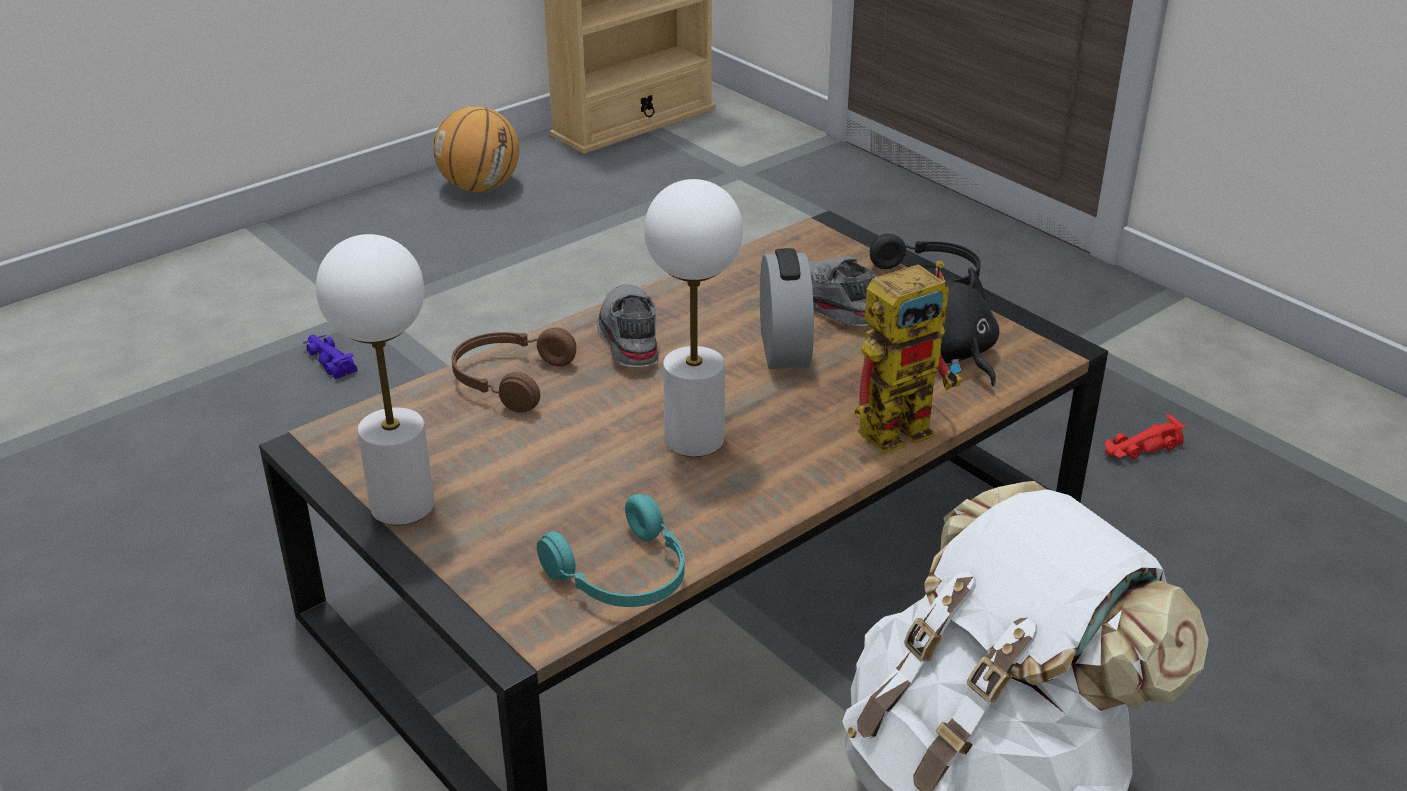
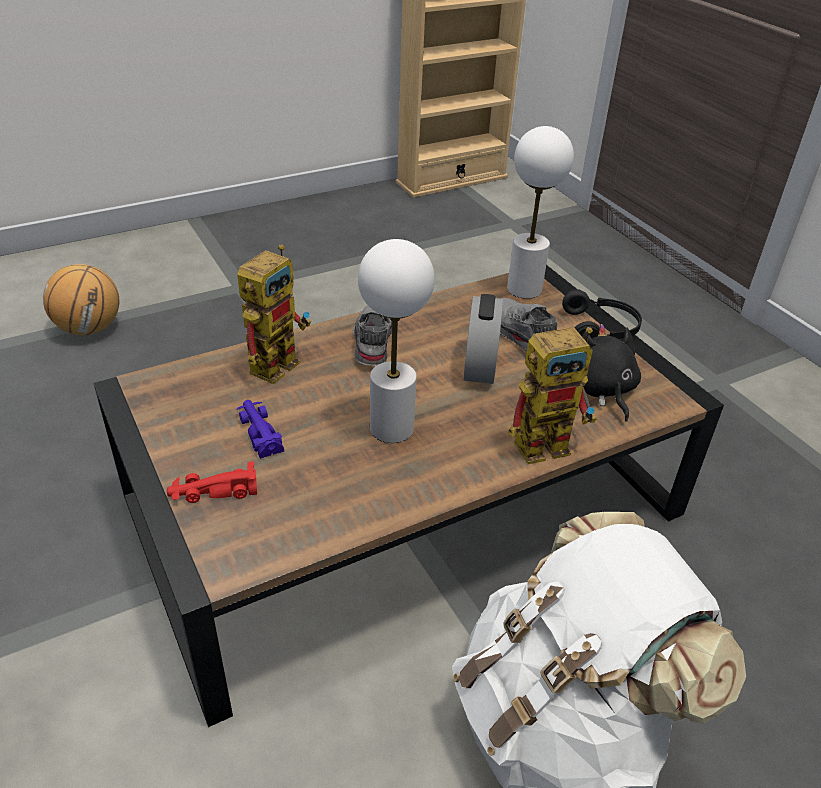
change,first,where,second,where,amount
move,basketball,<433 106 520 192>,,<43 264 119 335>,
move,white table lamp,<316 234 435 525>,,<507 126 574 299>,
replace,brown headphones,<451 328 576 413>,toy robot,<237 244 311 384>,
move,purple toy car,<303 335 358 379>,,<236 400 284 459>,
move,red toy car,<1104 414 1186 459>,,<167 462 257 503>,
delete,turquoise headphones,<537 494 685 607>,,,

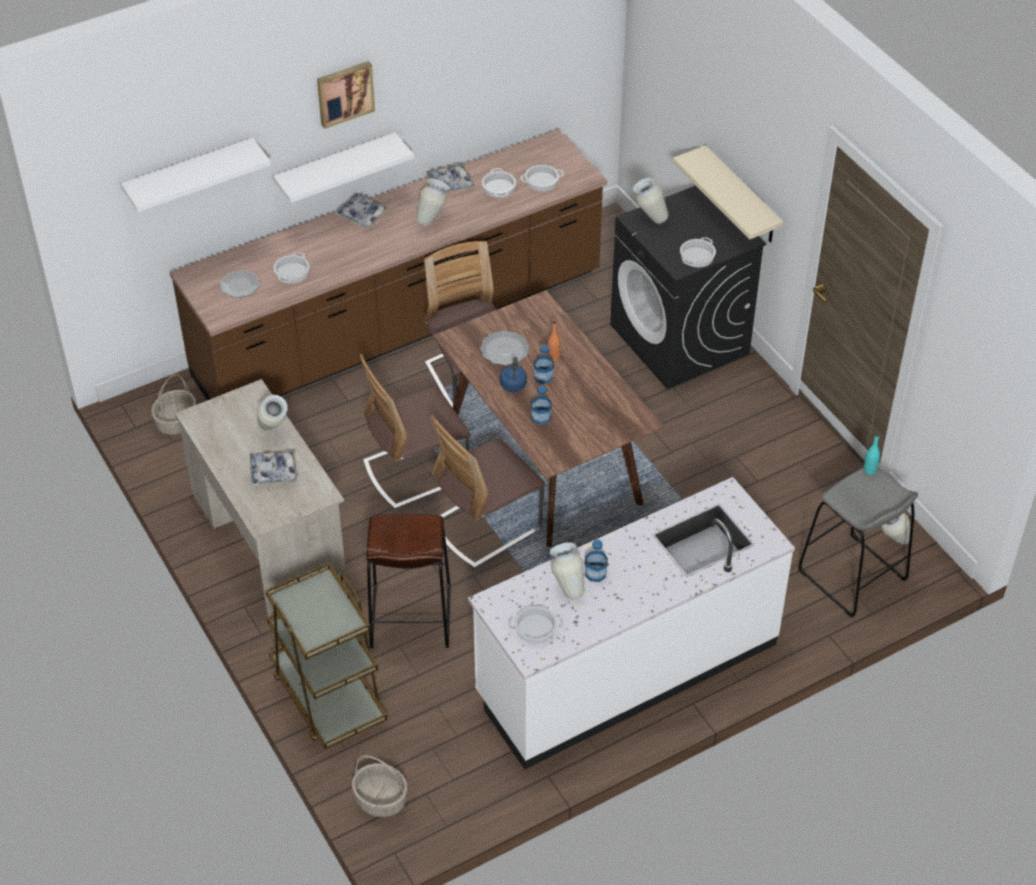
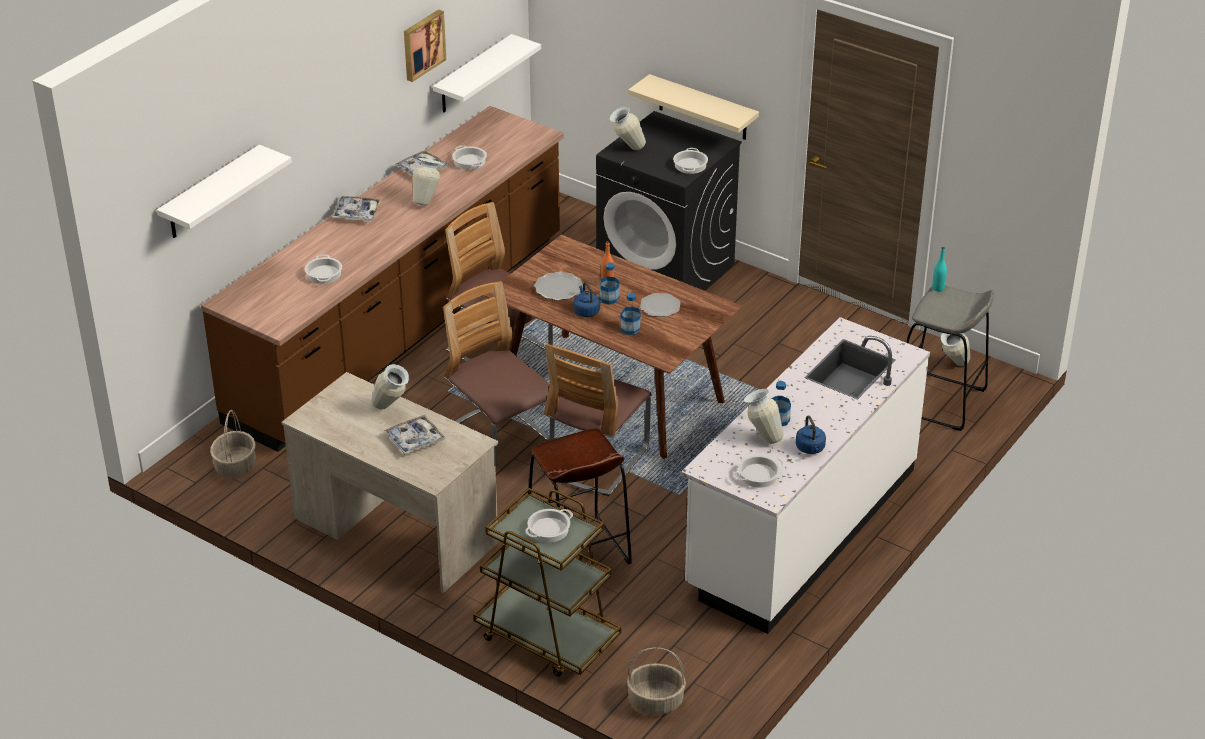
change,first,where,second,where,amount
move,picture,<317 61 375 129>,,<404 9 446 82>,
move,white shelf,<273 132 414 203>,,<433 34 541 112>,
move,cooking pot,<521 165 564 191>,,<525 509 573 543>,
move,plate,<219 270 260 298>,,<640 293 680 317>,
rotate,chair,<360 354 471 510>,,<443 281 555 467>,105 degrees clockwise
insert,,,blue kettle,<796 415 826 454>,

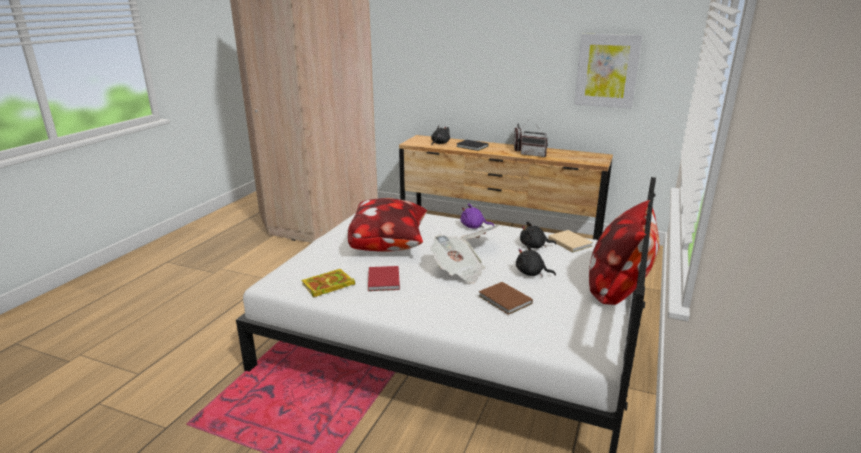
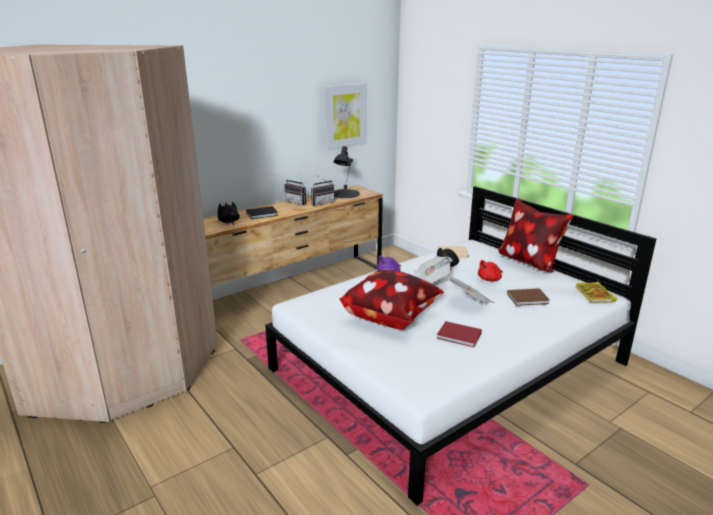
change,first,where,second,where,amount
recolor,black plush toy,<516 245 556 277>,red plush toy,<478 260 503 281>,
move,book,<301 269 355 297>,,<575 281 617 302>,
insert,,,black table lamp,<333 146 360 198>,

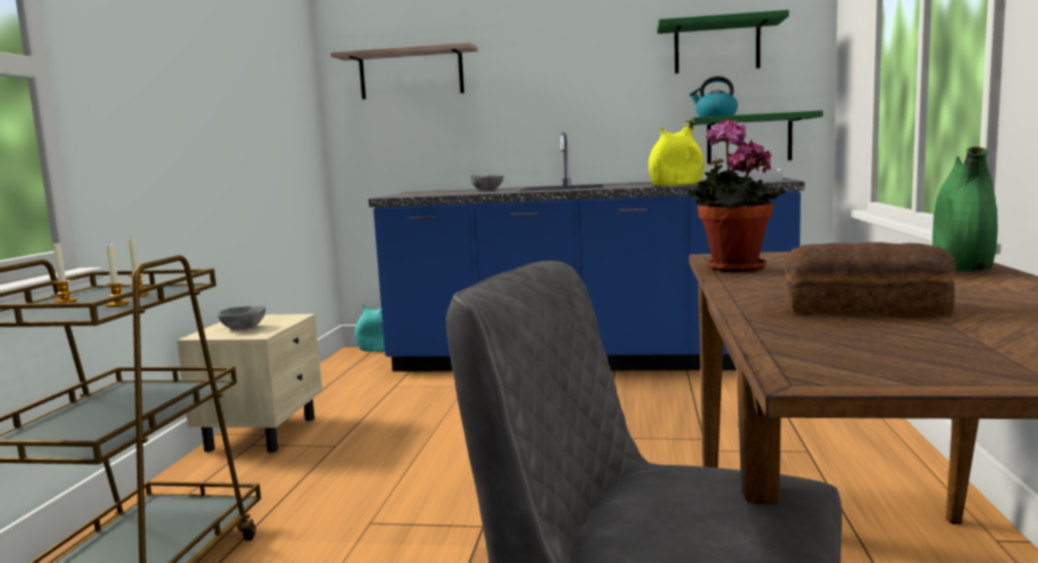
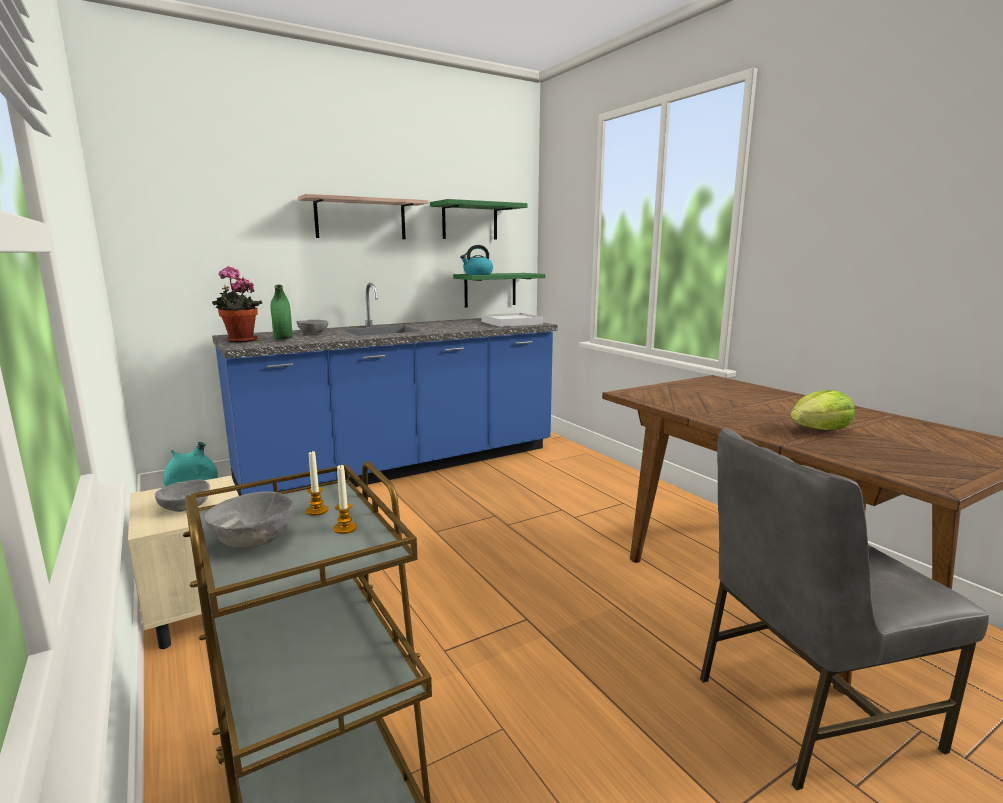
change,first,where,second,where,amount
move,shelf,<330 42 478 99>,,<298 194 428 239>,
move,potted plant,<689 119 786 272>,,<212 266 262 343>,
delete,yellow vase,<648 120 704 186>,,,
move,green vase,<932 147 998 272>,,<270 285 292 340>,
replace,candle,<53 241 77 303>,grey bowl,<204 491 294 548>,
replace,bread,<783 242 956 315>,lettuce,<791 390 855 430>,

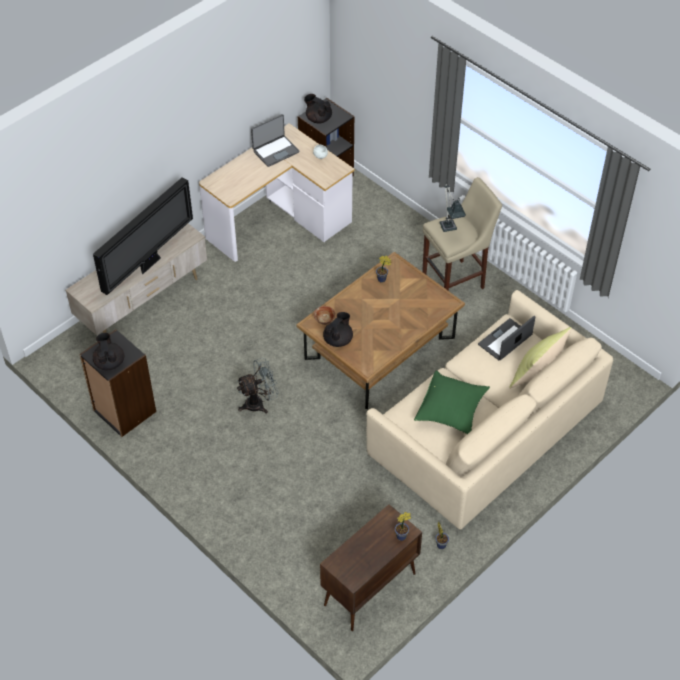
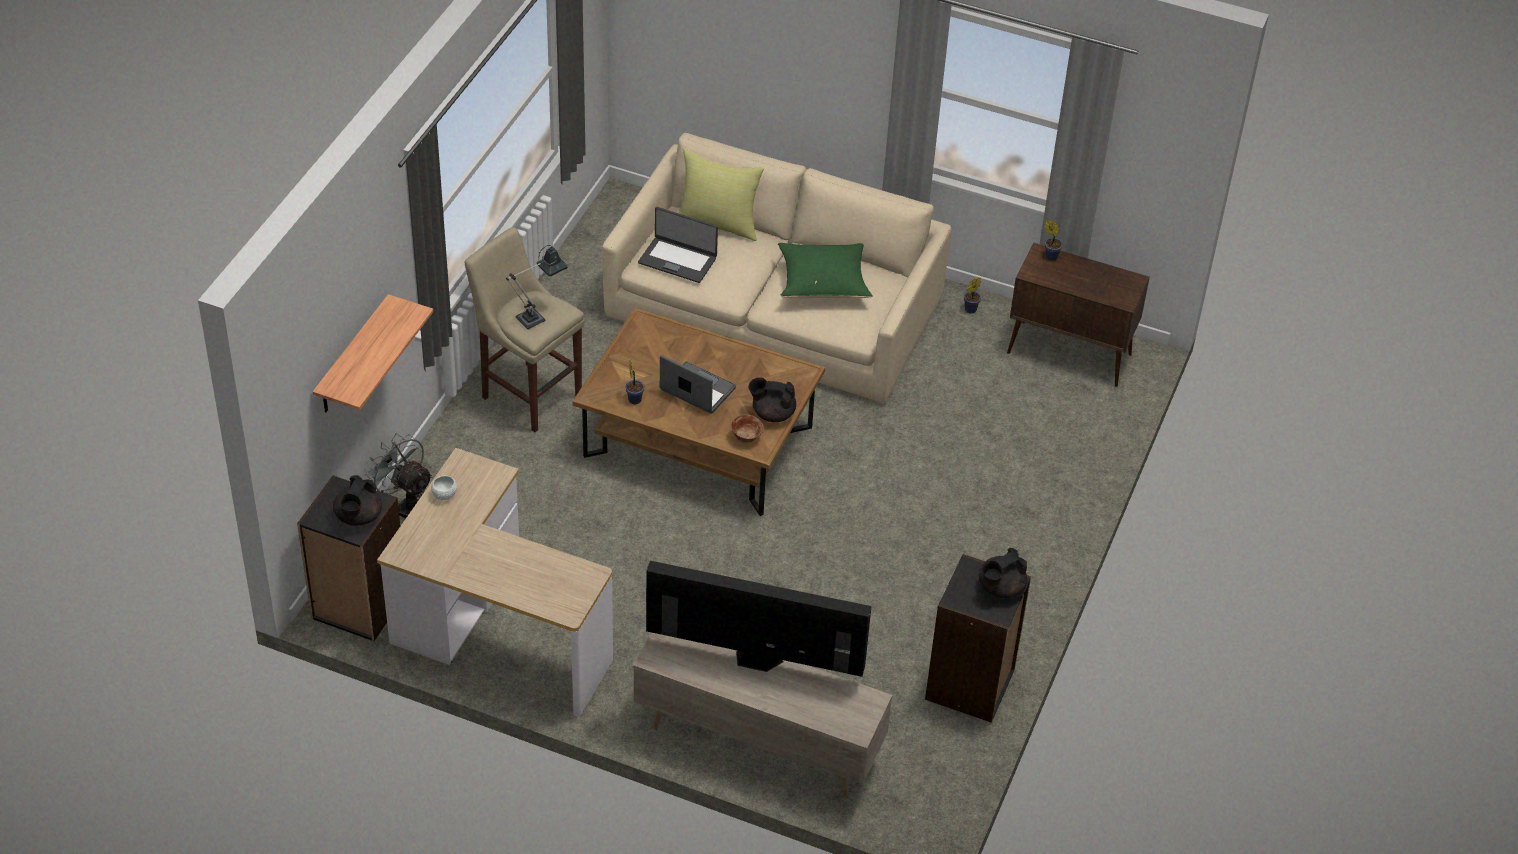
change,first,where,second,where,amount
move,laptop,<251 114 300 167>,,<660 355 736 414>,
move,grey fan,<237 358 279 414>,,<365 433 433 519>,
insert,,,shelf,<313 294 433 412>,

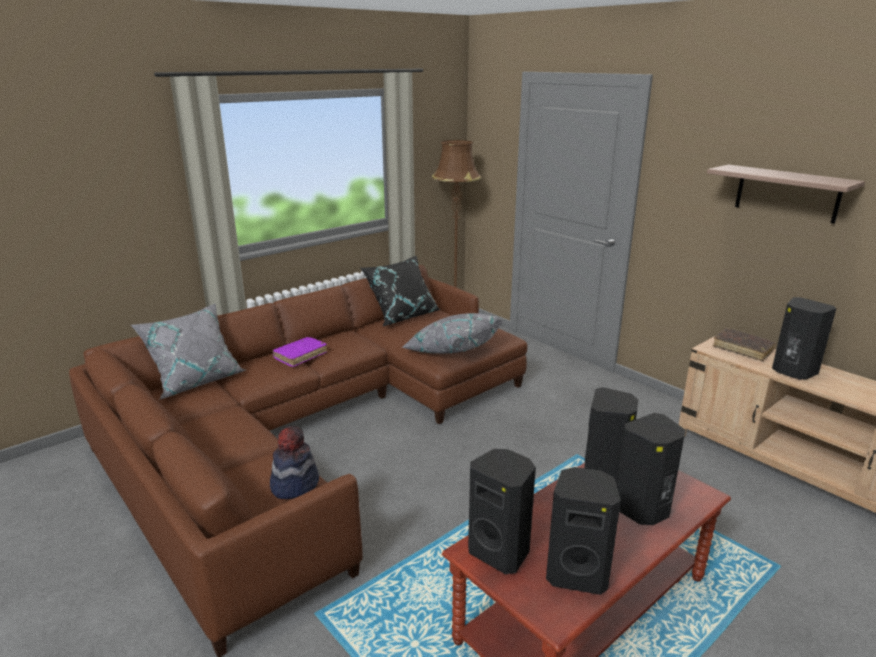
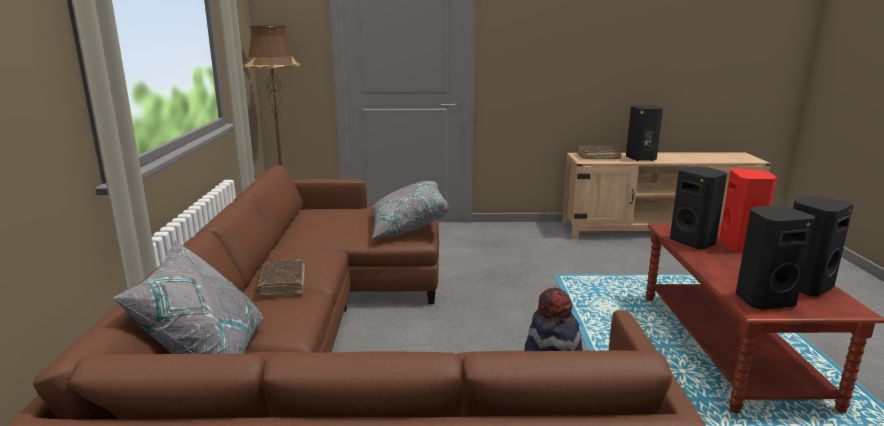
change,first,where,second,where,amount
delete,shelf,<707 165 865 224>,,,
delete,black pillow,<360 256 441 327>,,,
recolor,purple book,<272 337 327 367>,brown book,<257 259 305 296>,
recolor,black speaker,<616 413 685 525>,red speaker,<720 168 777 252>,

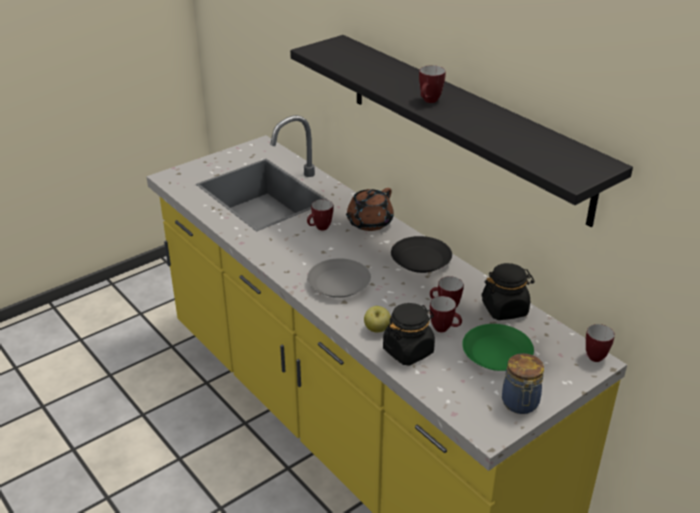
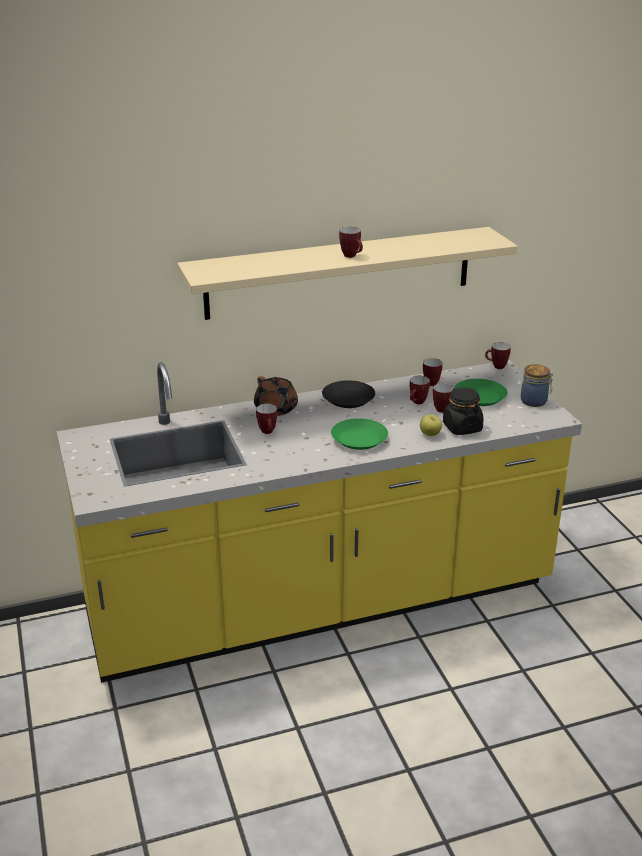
change,first,where,second,where,amount
recolor,black shelf,<290 35 633 227>,beige shelf,<177 227 518 320>,
recolor,grey plate,<307 258 371 298>,green plate,<331 418 388 450>,
replace,black jar,<481 263 535 320>,mug,<423 358 443 386>,

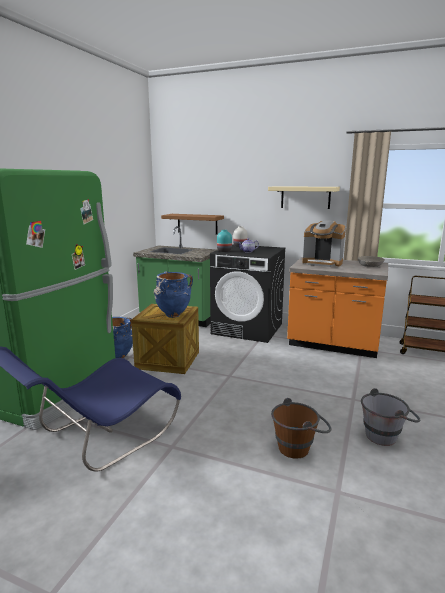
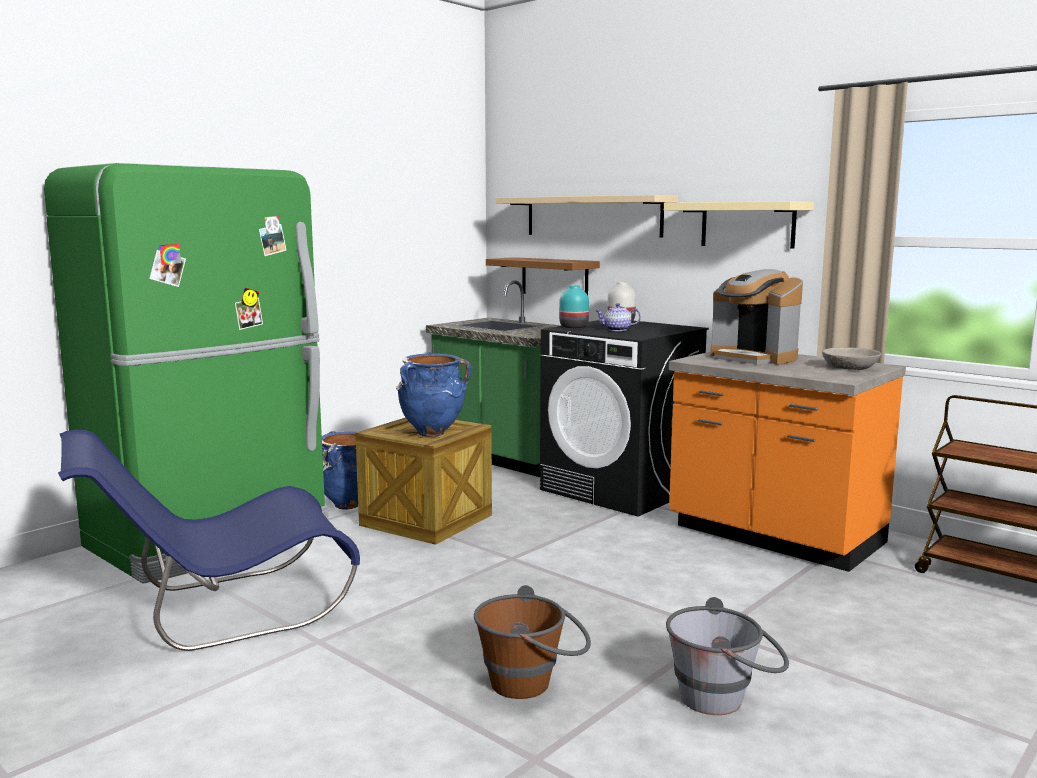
change,first,where,second,where,amount
insert,,,beige shelf,<495 195 678 238>,

